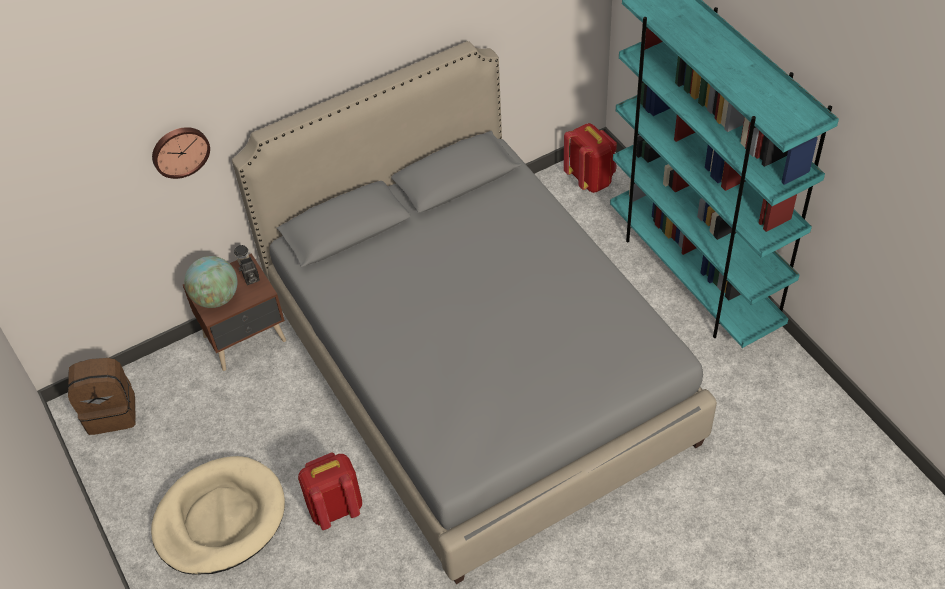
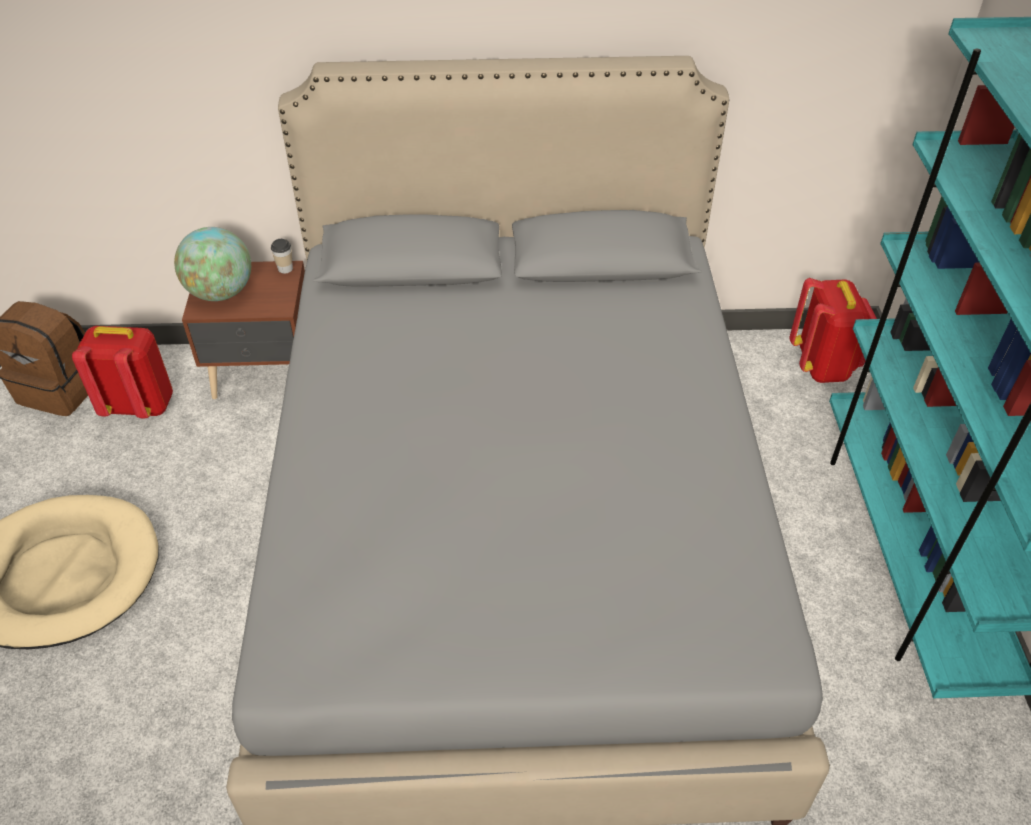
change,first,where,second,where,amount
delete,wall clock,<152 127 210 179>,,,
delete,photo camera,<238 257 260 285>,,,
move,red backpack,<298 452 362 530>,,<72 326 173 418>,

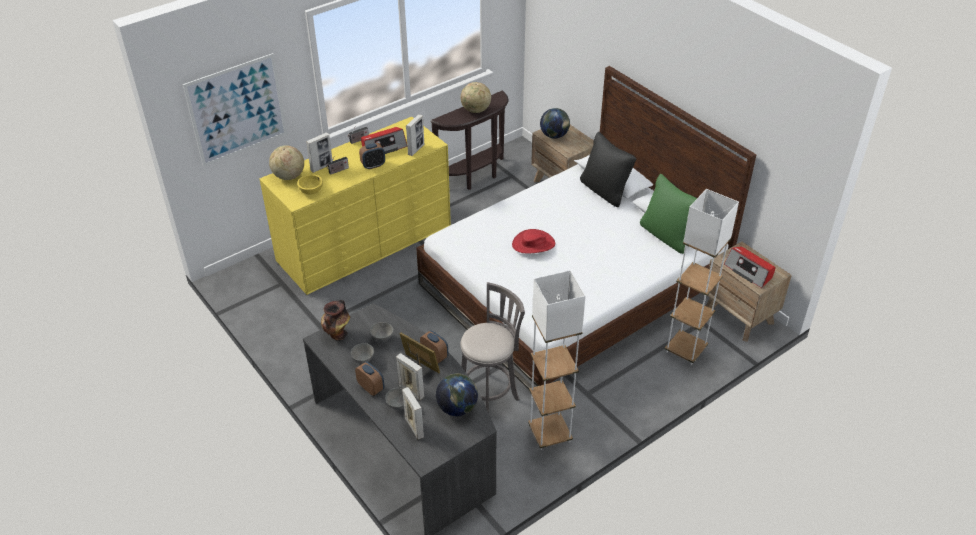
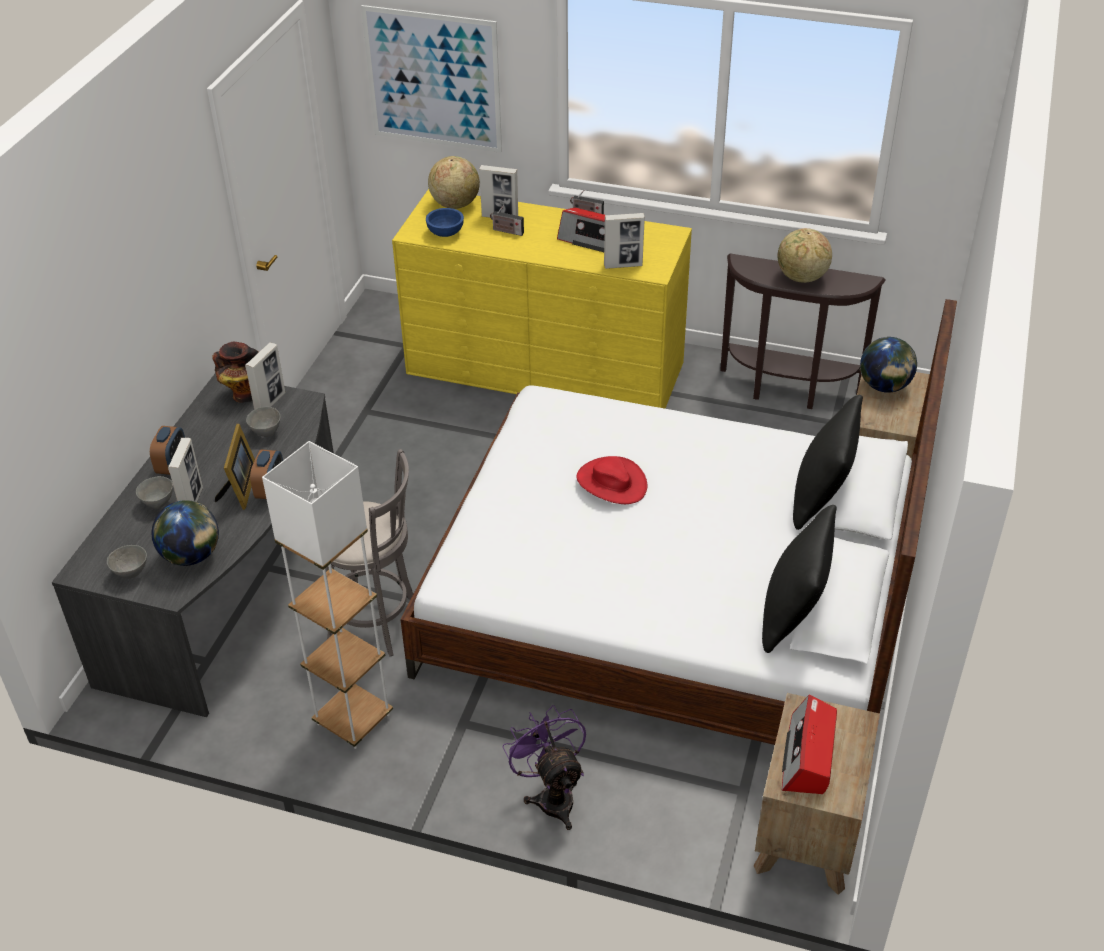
change,first,where,second,where,amount
delete,alarm clock,<359 143 385 169>,,,
recolor,yellow bowl,<297 174 323 194>,blue bowl,<426 208 464 237>,
recolor,green pillow,<640 174 697 254>,black pillow,<762 505 837 653>,
delete,white floor lamp,<665 189 739 365>,,,
move,grey bowl,<351 343 374 364>,,<107 545 147 579>,
move,picture frame,<402 387 424 440>,,<245 342 285 410>,
insert,,,purple fan,<503 705 586 830>,

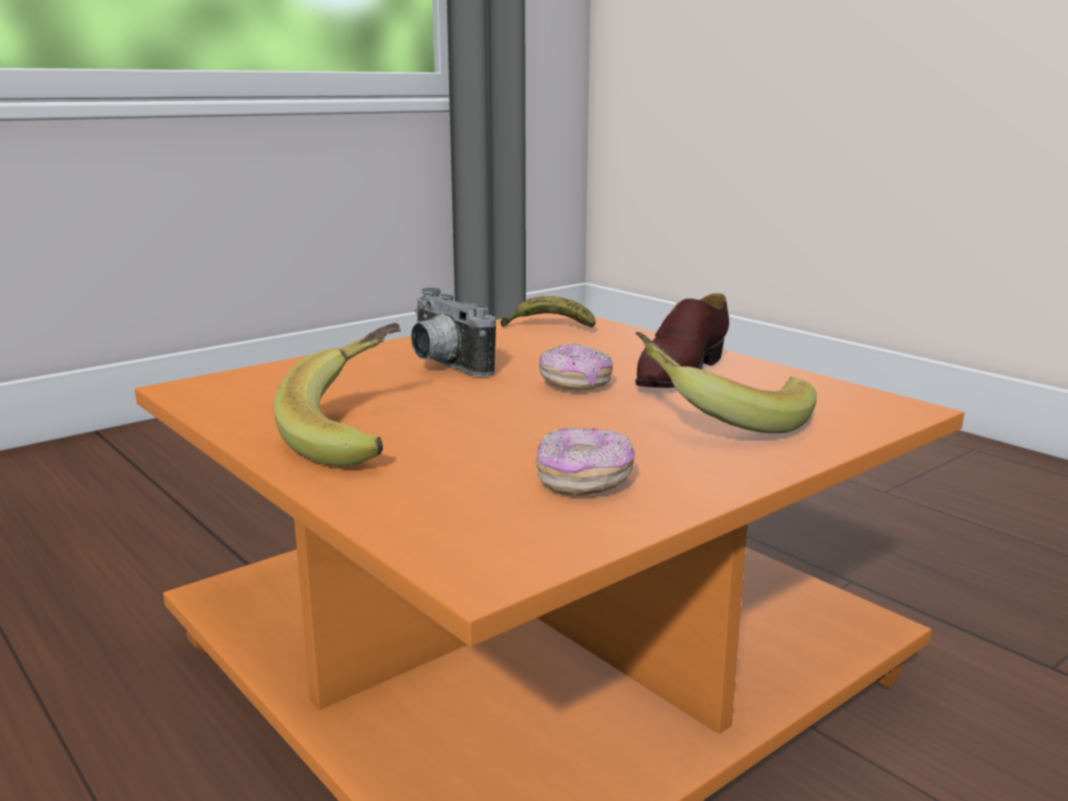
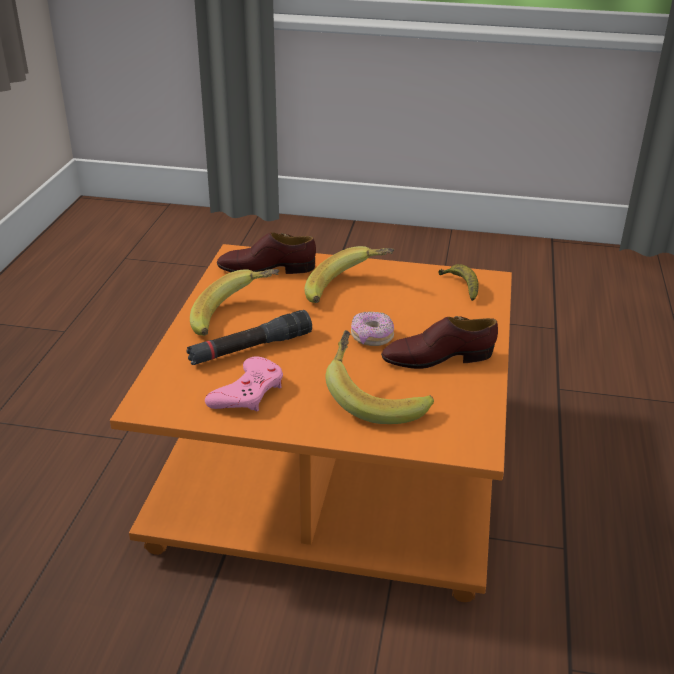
change,first,where,second,where,amount
replace,photo camera,<411 288 496 377>,banana,<305 246 394 303>,
replace,donut,<536 428 635 495>,pink game controller,<205 357 283 411>,
insert,,,brown shoe,<217 232 316 274>,
insert,,,black flashlight,<186 310 312 365>,

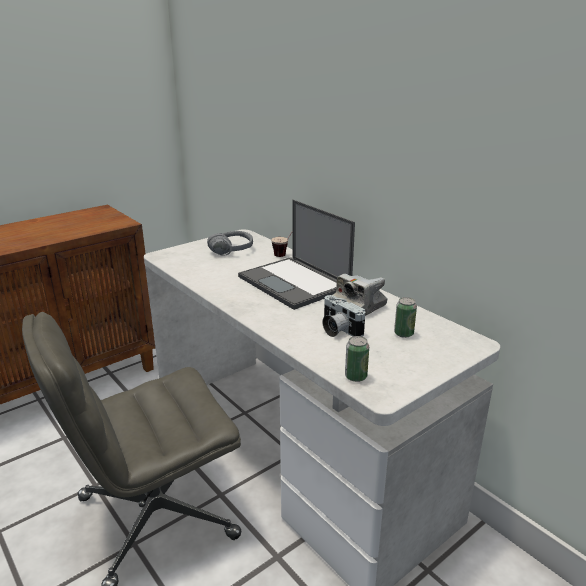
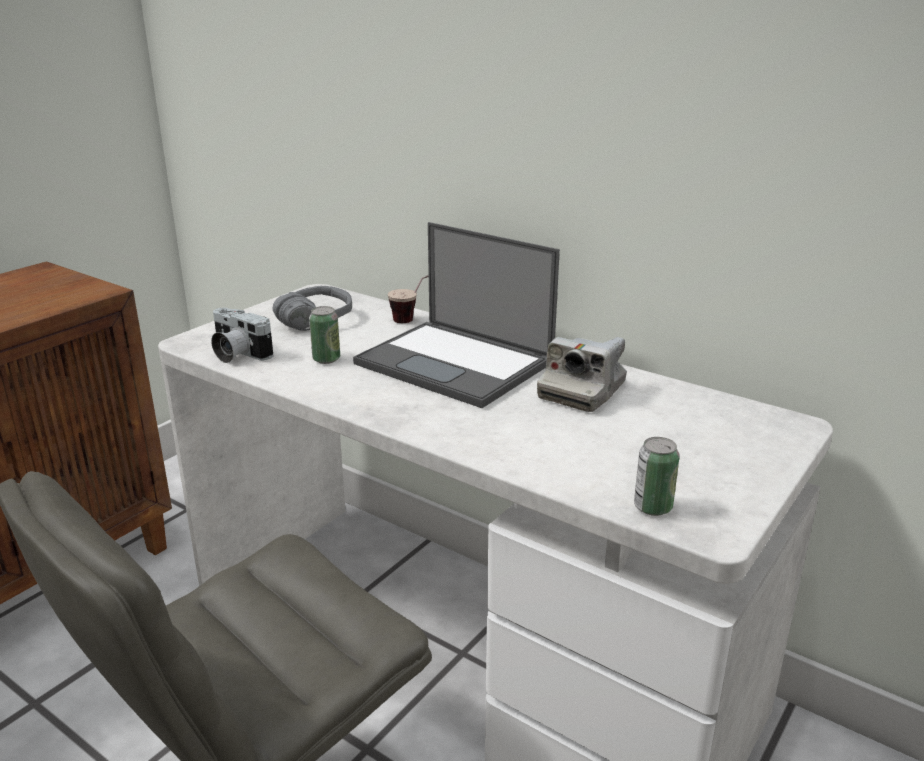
change,first,where,second,where,amount
move,photo camera,<322 295 365 337>,,<211 308 273 363>,
move,can,<394 297 417 338>,,<309 306 340 364>,

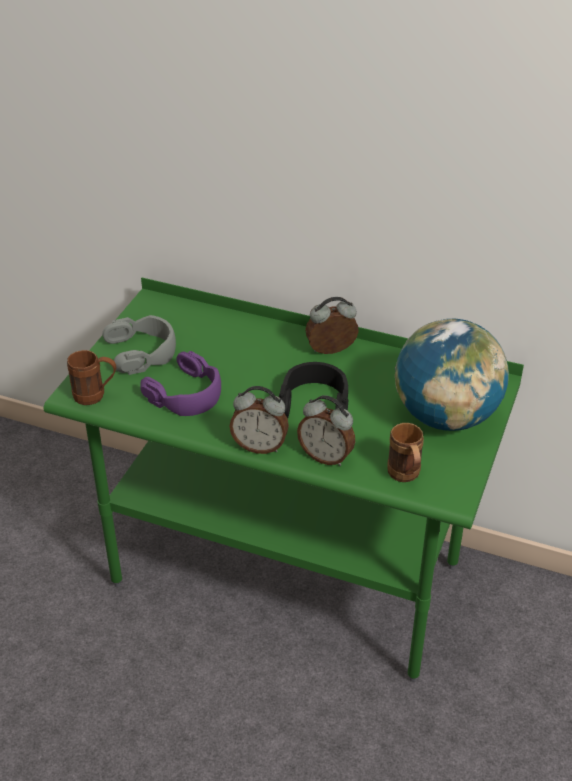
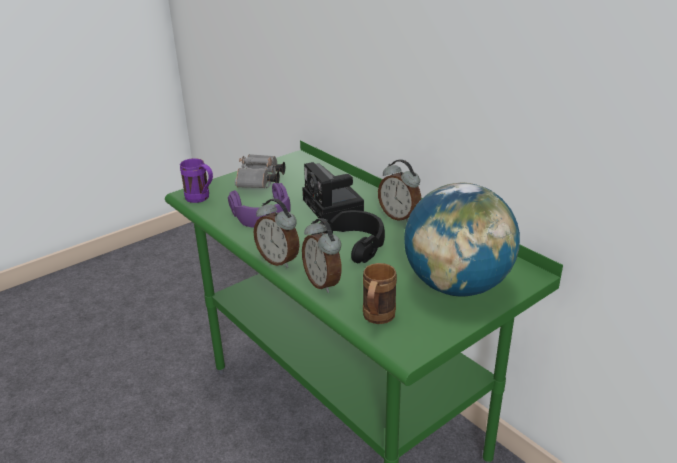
change,first,where,second,where,amount
rotate,alarm clock,<305 297 359 354>,,<378 159 421 221>,150 degrees counterclockwise
replace,grey headphones,<102 315 176 375>,grey binoculars,<235 154 285 188>,
recolor,brown mug,<67 350 116 405>,purple mug,<180 158 213 203>,
insert,,,photo camera,<302 162 364 221>,

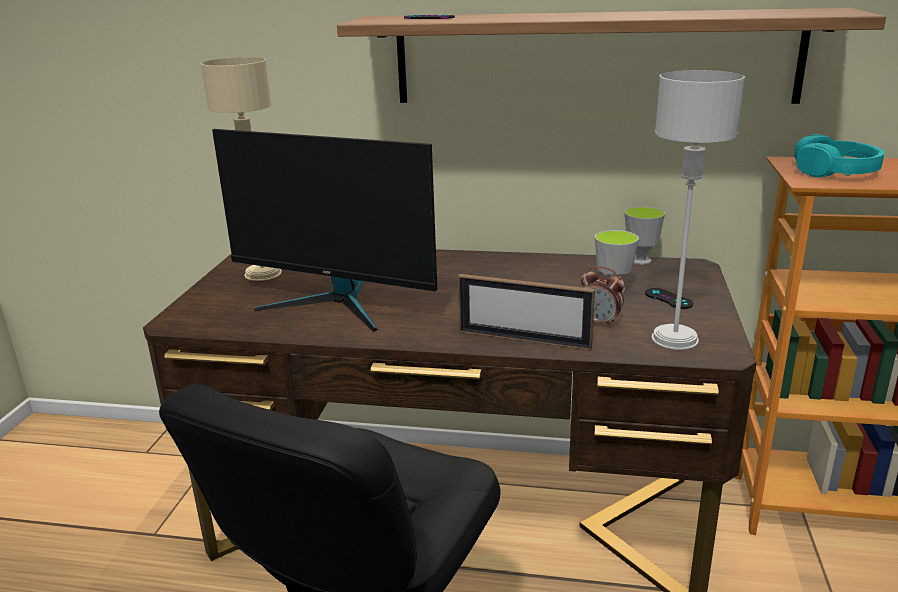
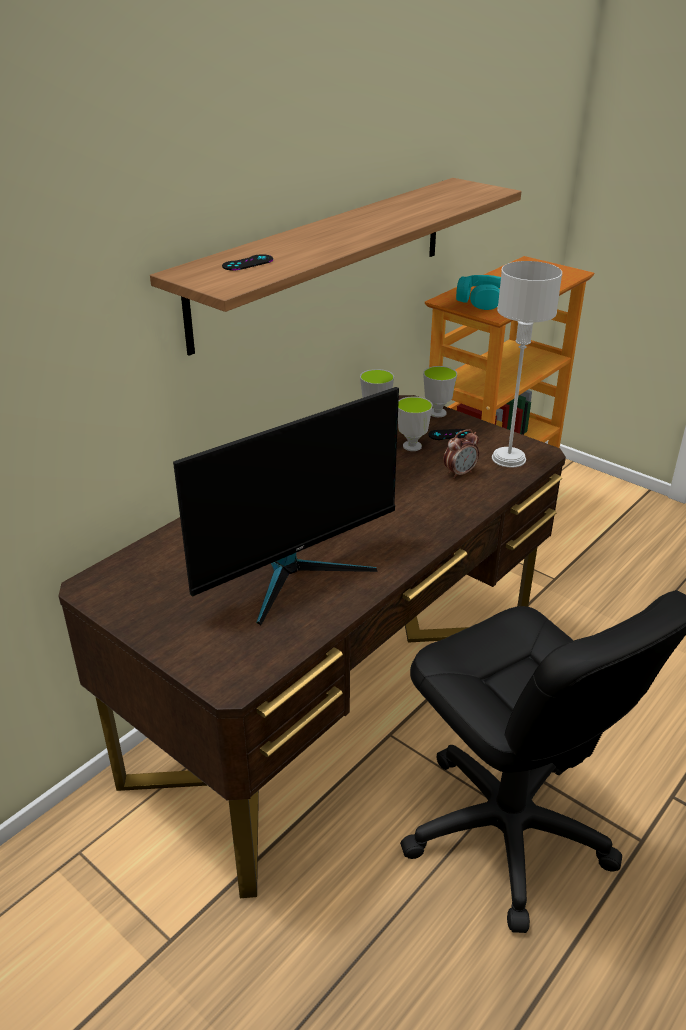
change,first,where,second,where,amount
delete,beige table lamp,<201 57 282 281>,,,
delete,picture frame,<458 274 595 351>,,,
insert,,,cup,<423 366 457 417>,

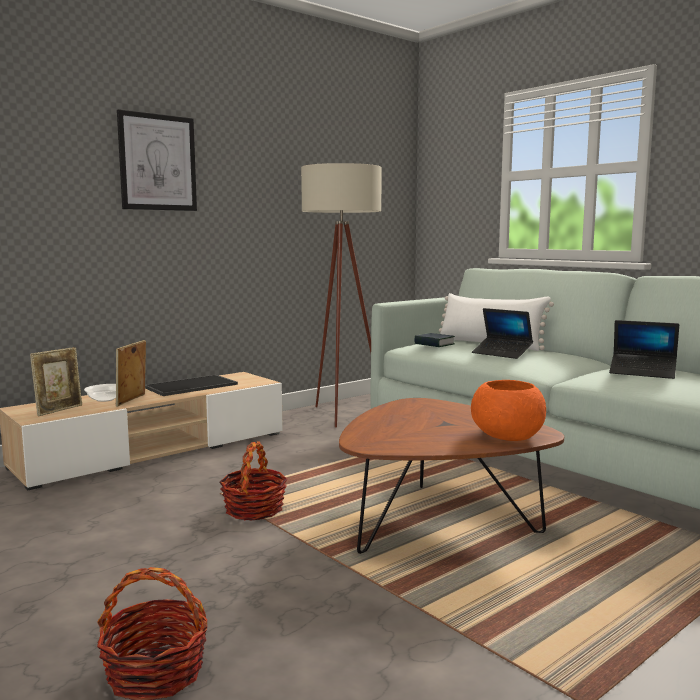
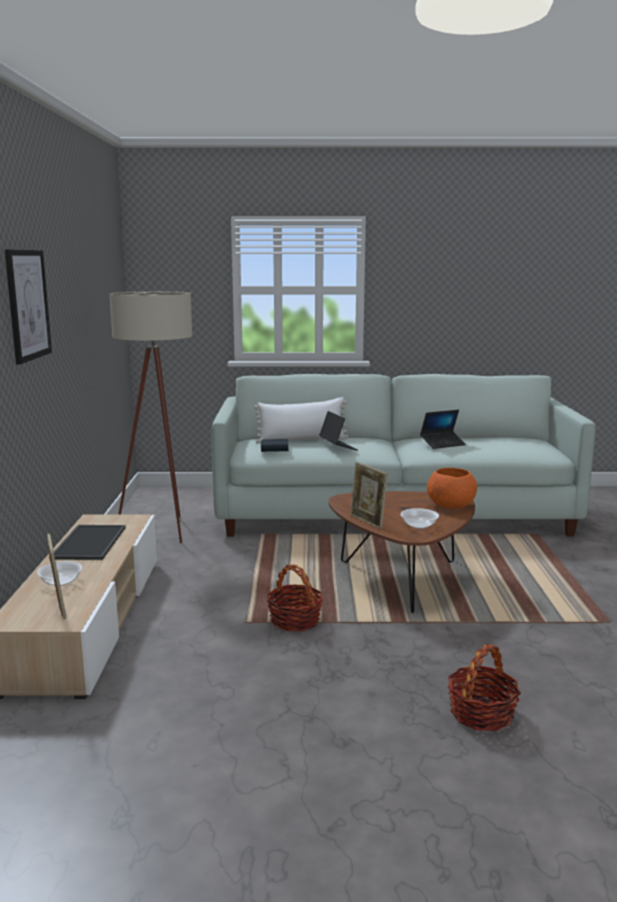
change,first,where,second,where,amount
rotate,laptop,<472 308 533 359>,,<319 411 358 451>,105 degrees counterclockwise
move,picture frame,<116 340 146 406>,,<350 462 388 529>,
insert,,,bowl,<401 508 439 529>,

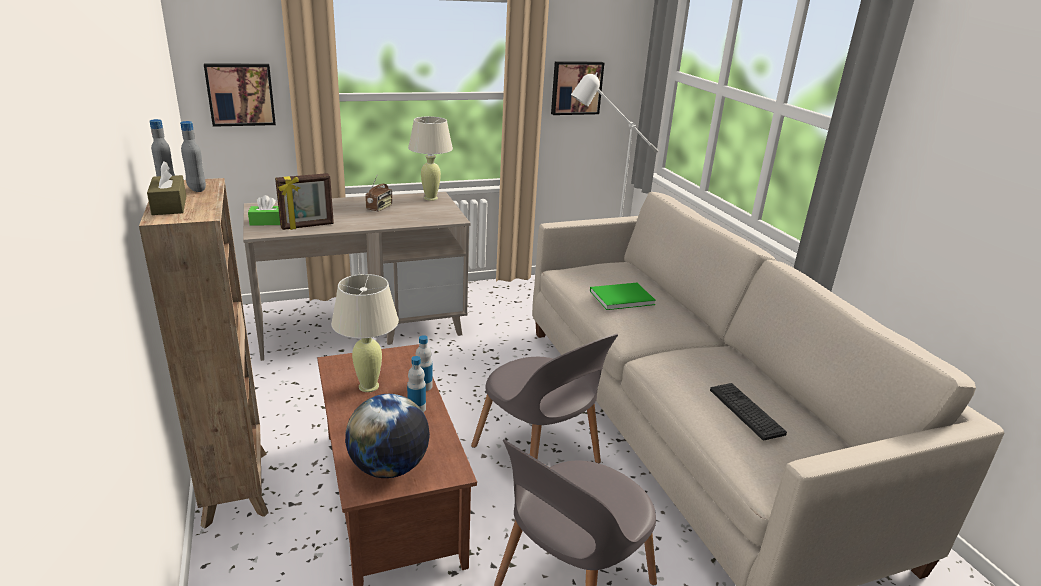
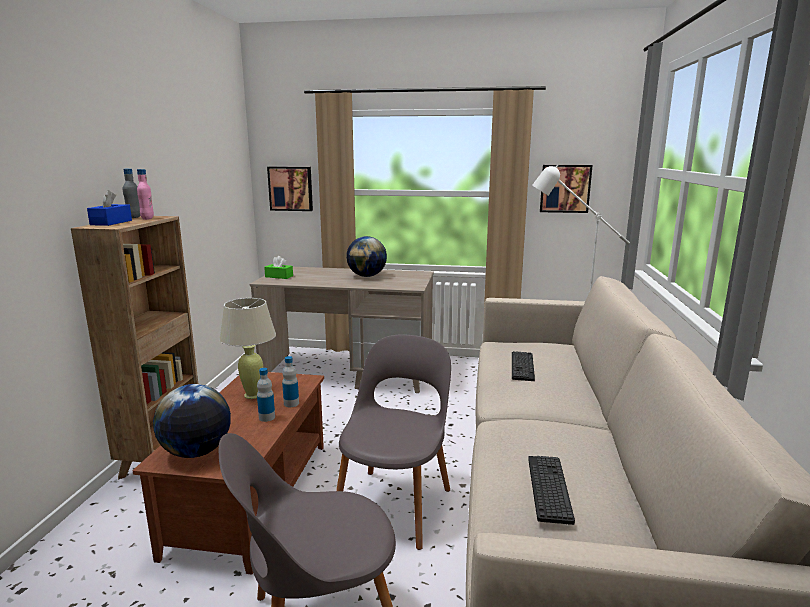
change,first,where,second,where,amount
delete,beige table lamp,<408 116 453 201>,,,
recolor,grey bottle,<180 121 206 192>,pink bottle,<137 169 154 220>,
recolor,brown tissue box,<147 161 186 215>,blue tissue box,<87 190 132 226>,
delete,picture frame,<275 173 334 230>,,,
replace,radio,<365 176 393 212>,globe,<346 236 387 277>,
replace,green book,<590 283 656 310>,keyboard,<512 351 535 381>,
rotate,grey chair,<471 334 618 463>,,<336 334 451 550>,150 degrees counterclockwise

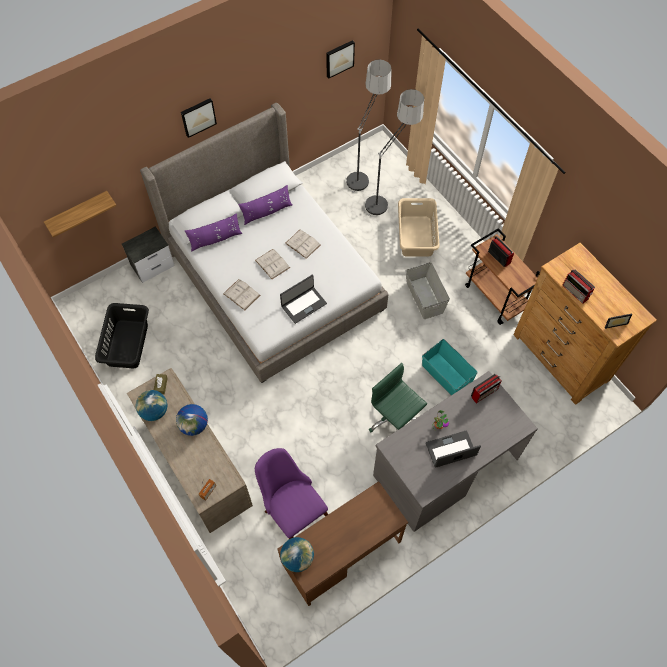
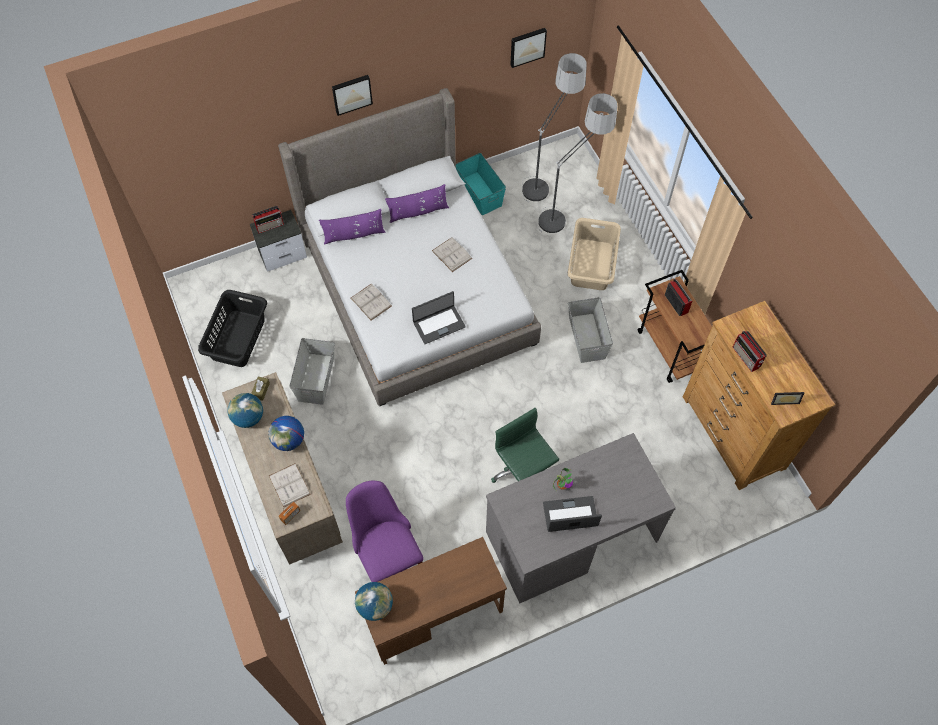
change,first,where,second,where,amount
delete,shelf,<44 191 116 237>,,,
move,white book,<255 249 290 279>,,<269 463 311 508>,
move,turquoise storage box,<422 339 478 395>,,<456 153 506 215>,
move,radio,<471 374 502 404>,,<252 206 284 233>,
insert,,,grey storage box,<289 338 335 405>,

